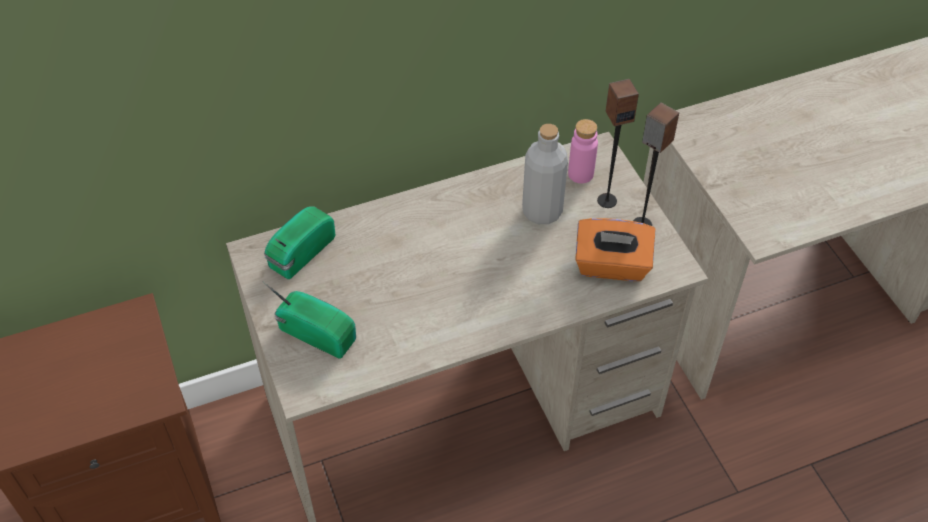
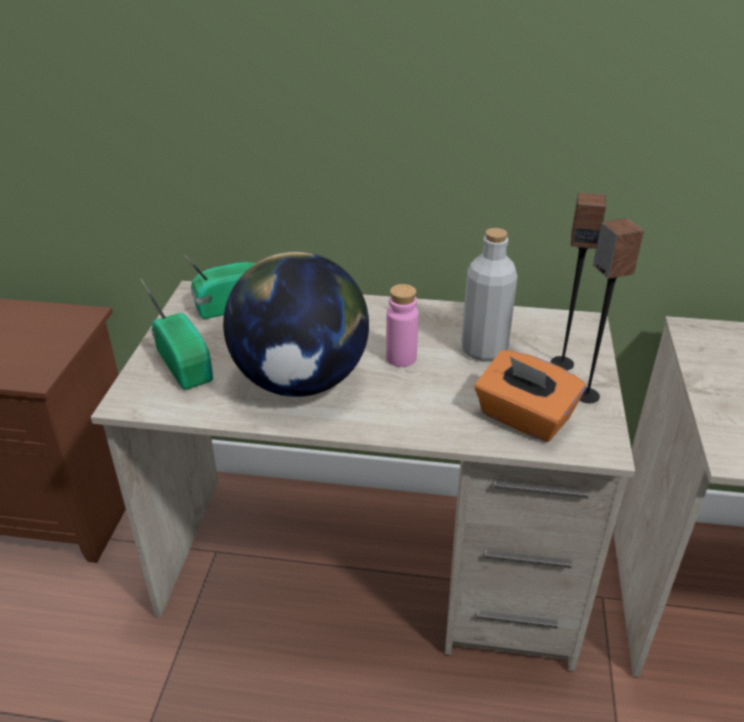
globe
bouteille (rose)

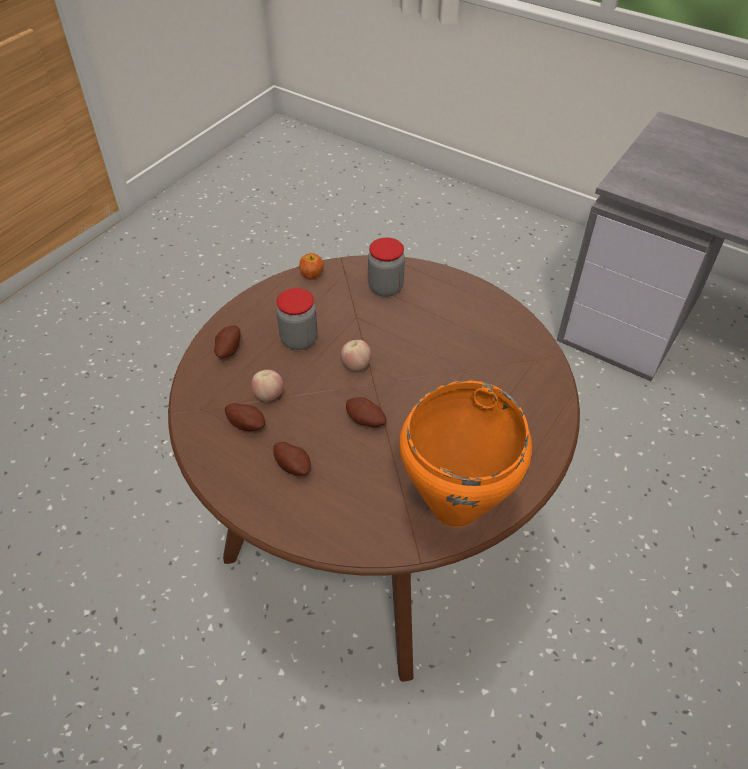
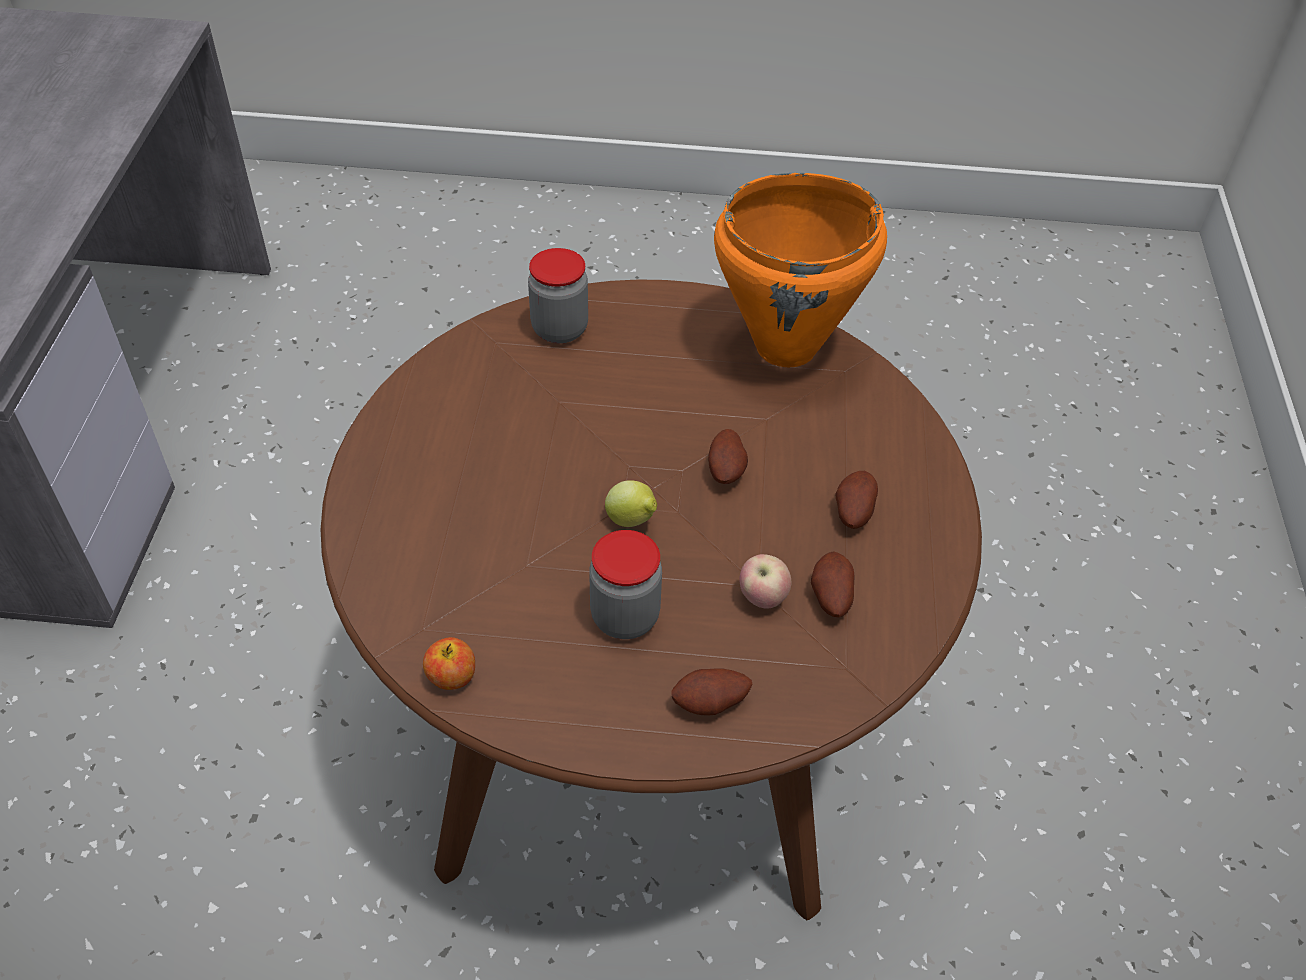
bocal (no. 1 from left)
citron

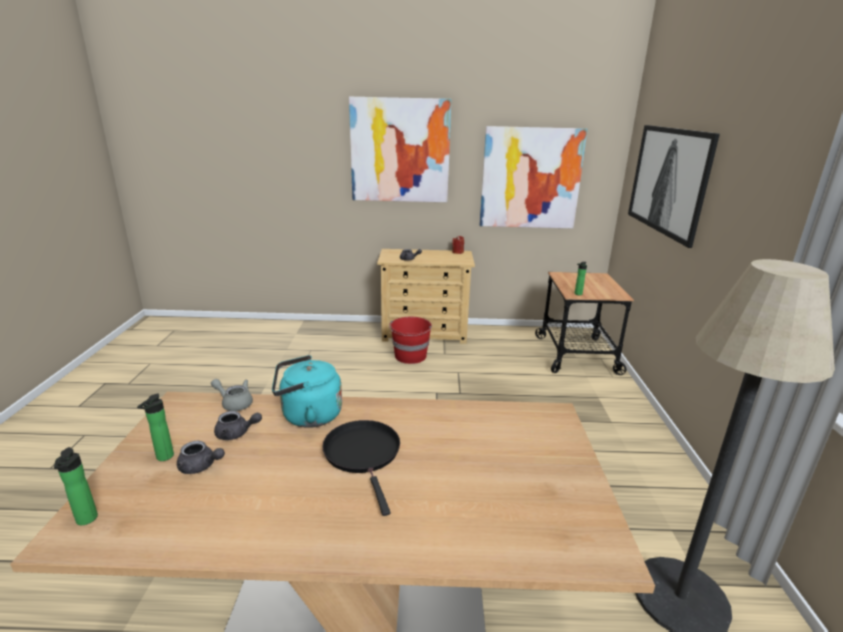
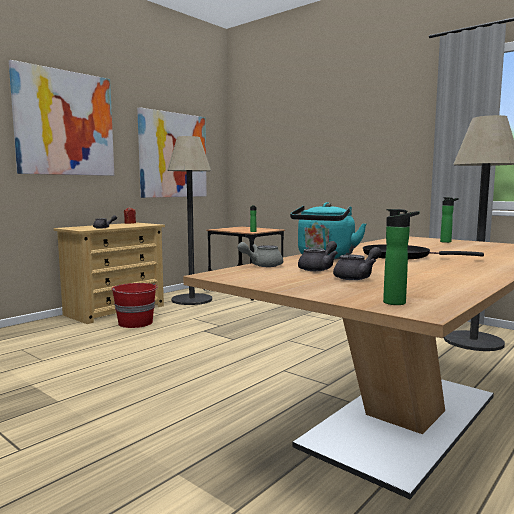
tableau (no. 3 from left in the first image)
lampadaire (no. 1 from left)
bouteille (no. 3 from left)

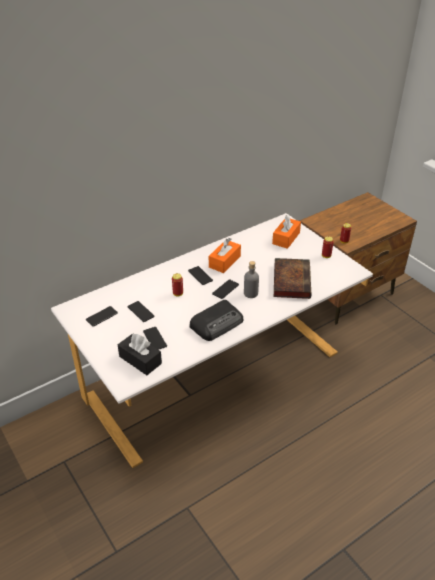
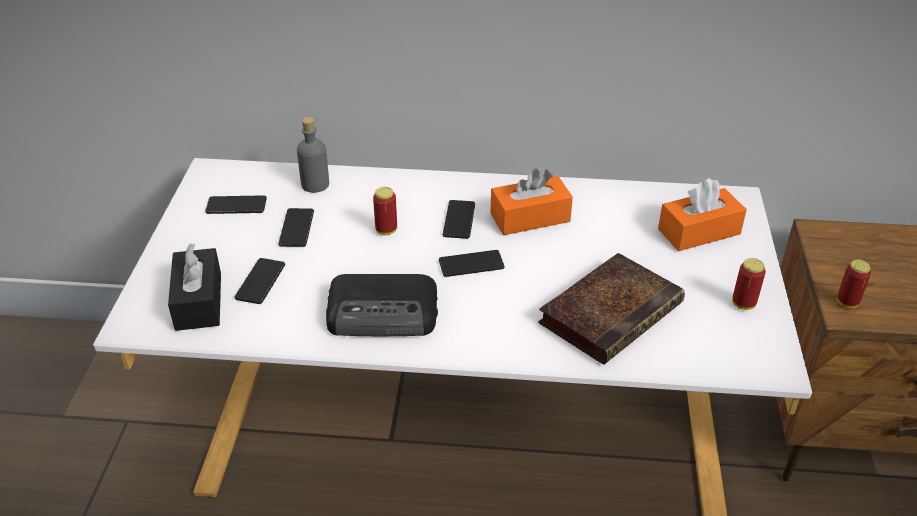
bouteille (gris)

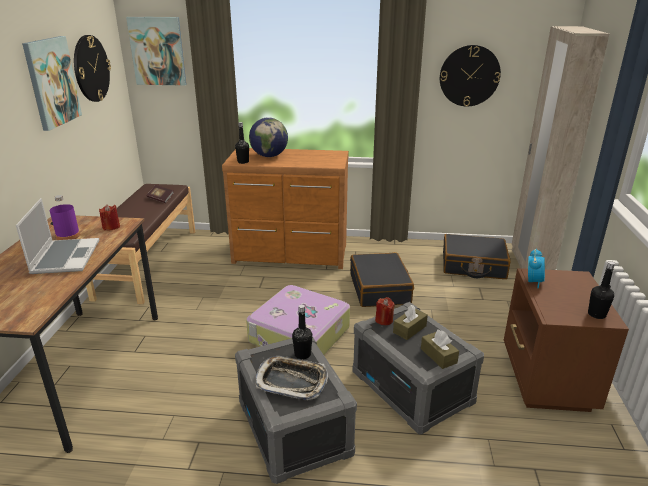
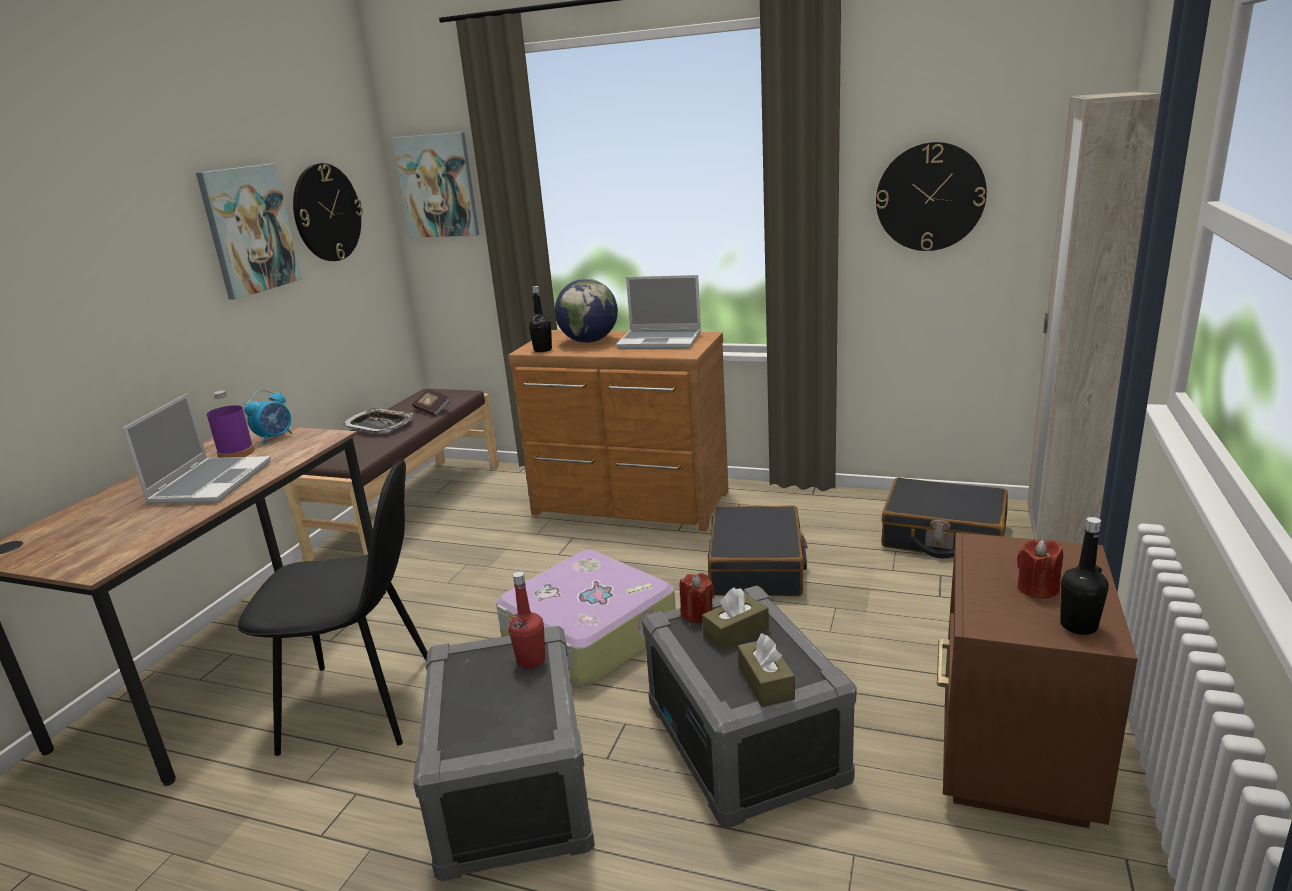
chaise (noir)
ordinateur portable (no. 2 from left)
bougie (rouge) (no. 2 from left)
plateau
réveil
bouteille (rouge)

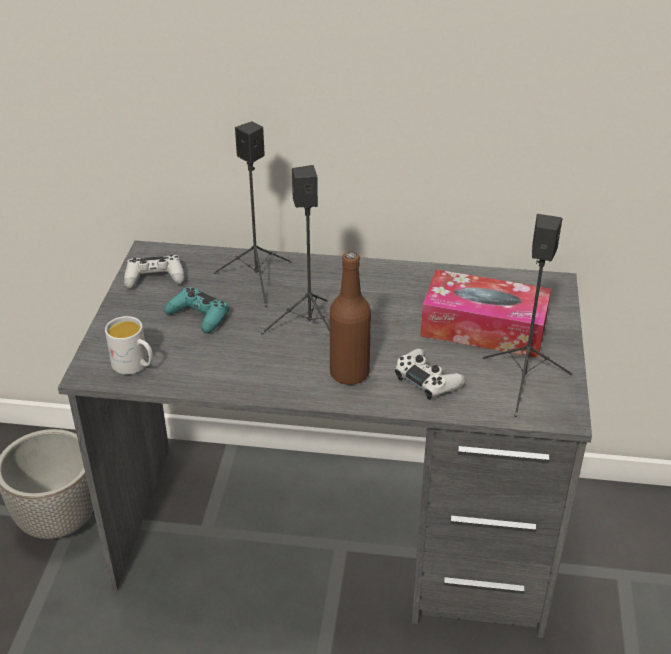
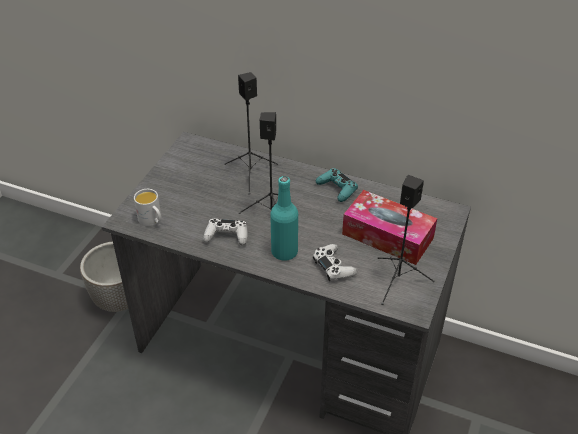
manette (blanc) (no. 1 from left)
manette (turquoise)
bouteille (turquoise)

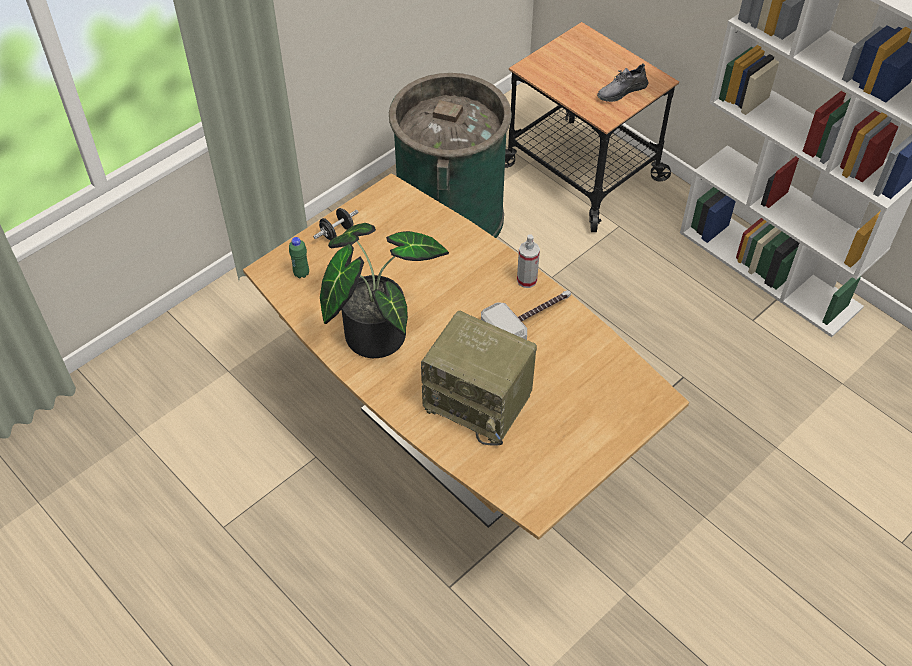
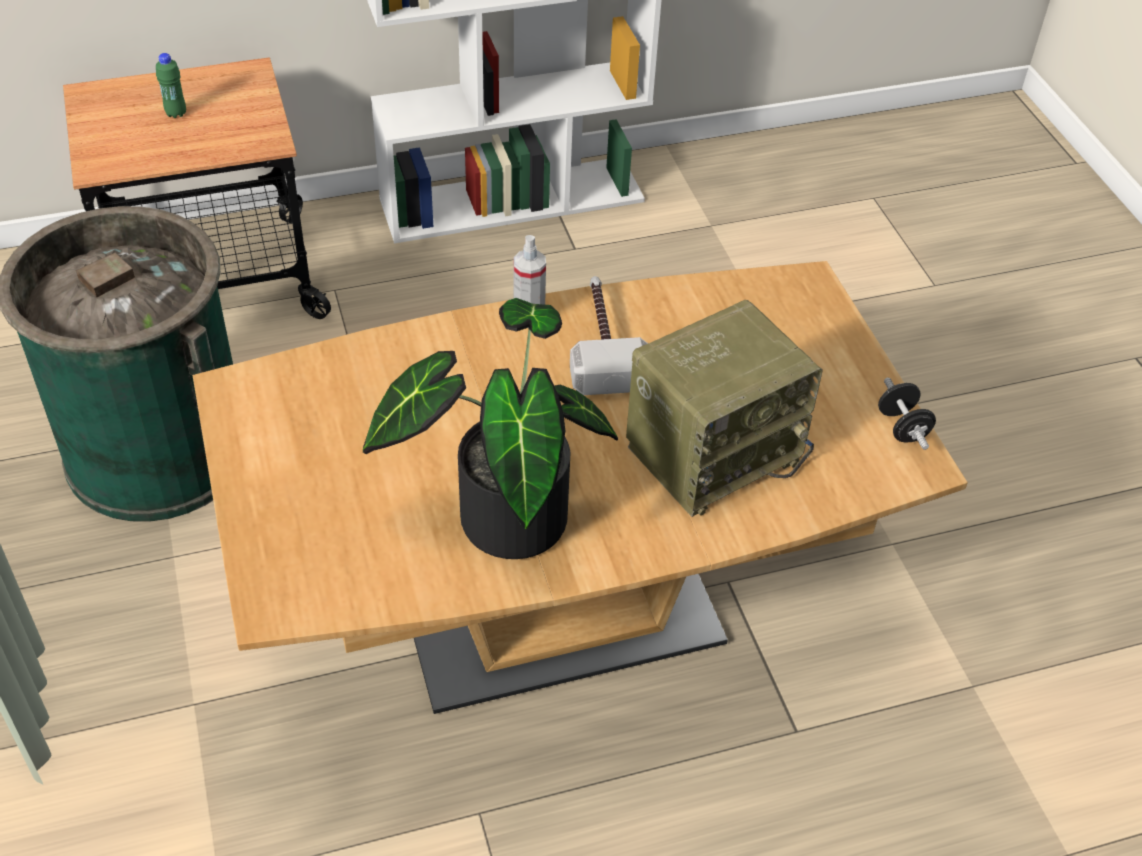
chaussure (gris)
bouteille (vert)
haltère (noir)

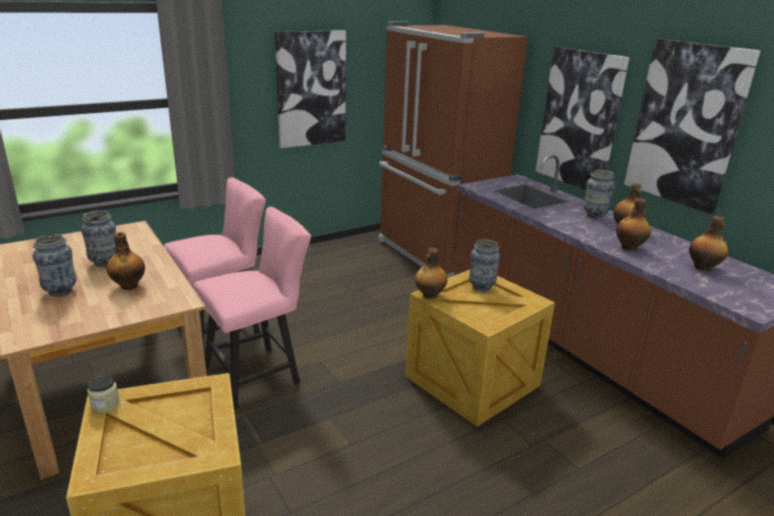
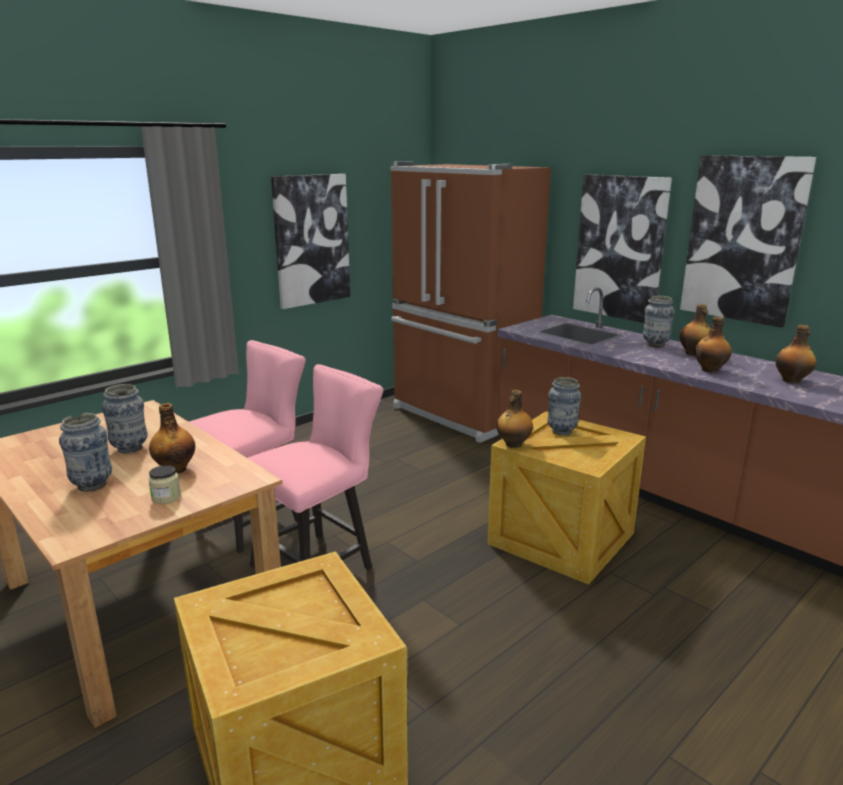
bocal

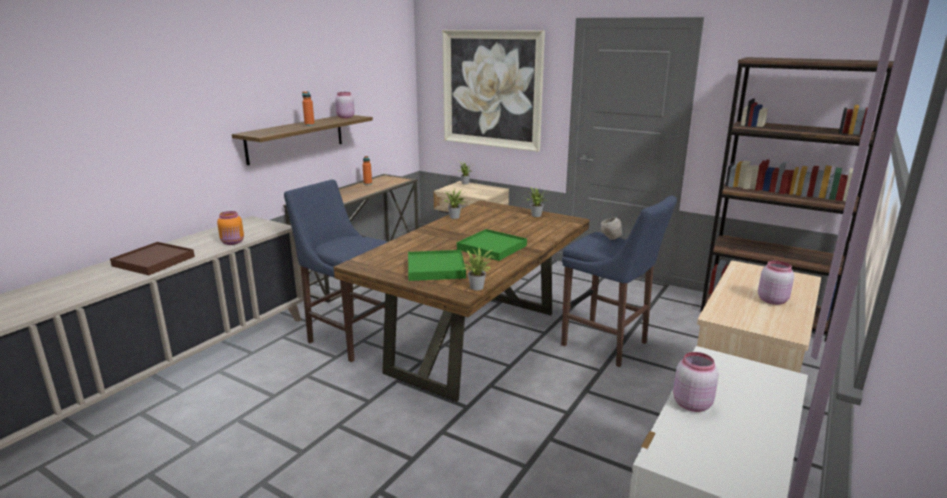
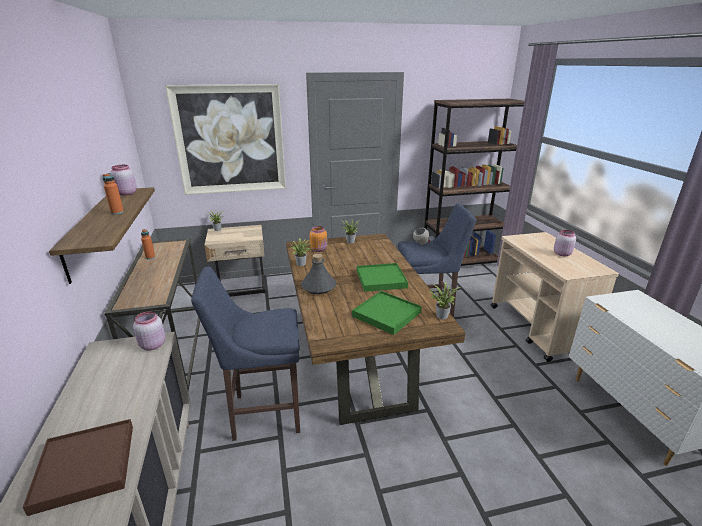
bouteille (gris)
bocal (orange)
bocal (rose) (no. 2 from left)

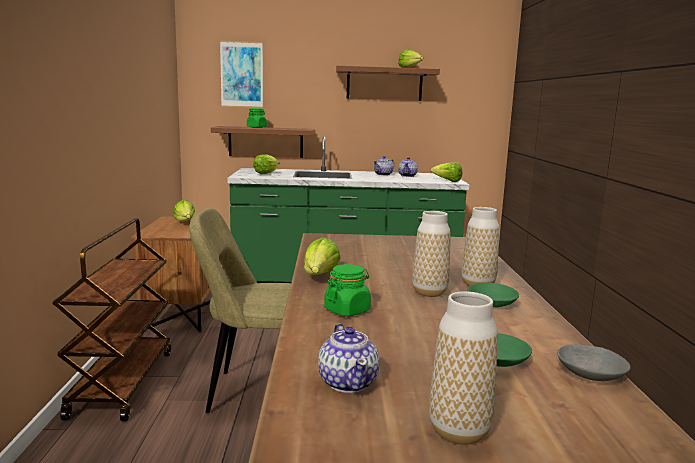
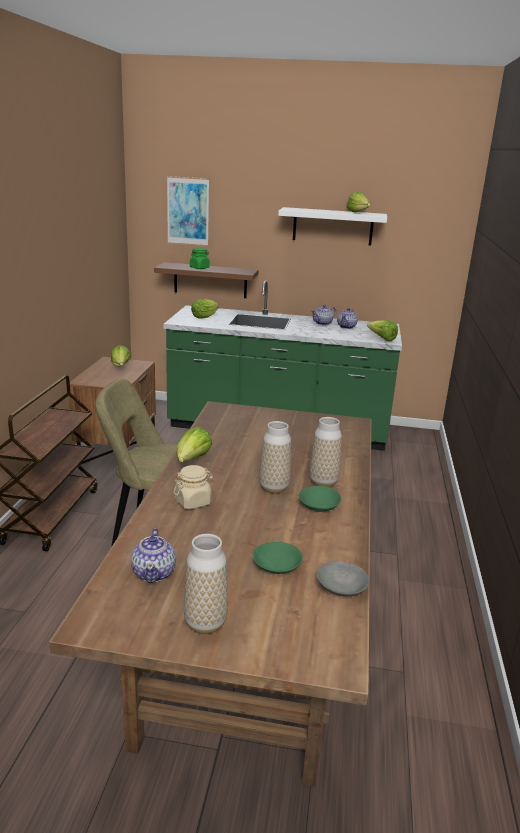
bocal (beige)
étagère (blanc)

